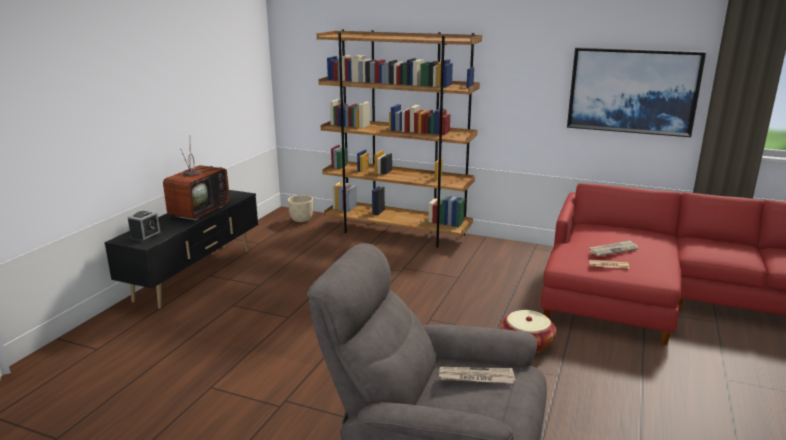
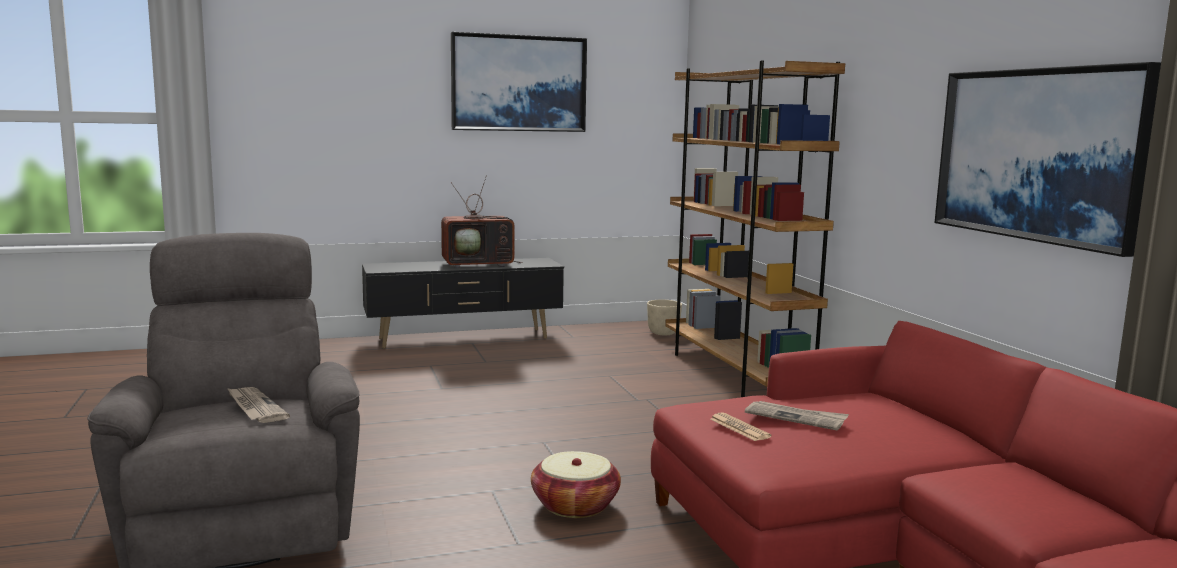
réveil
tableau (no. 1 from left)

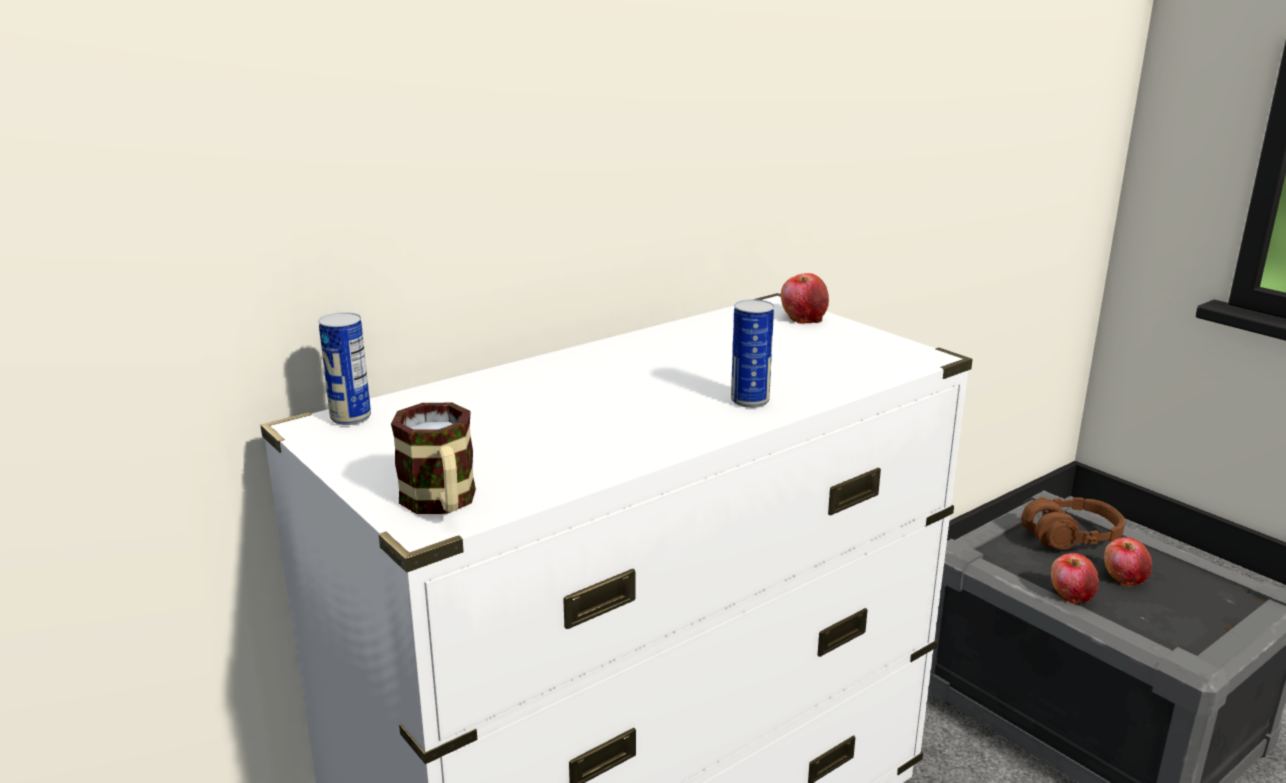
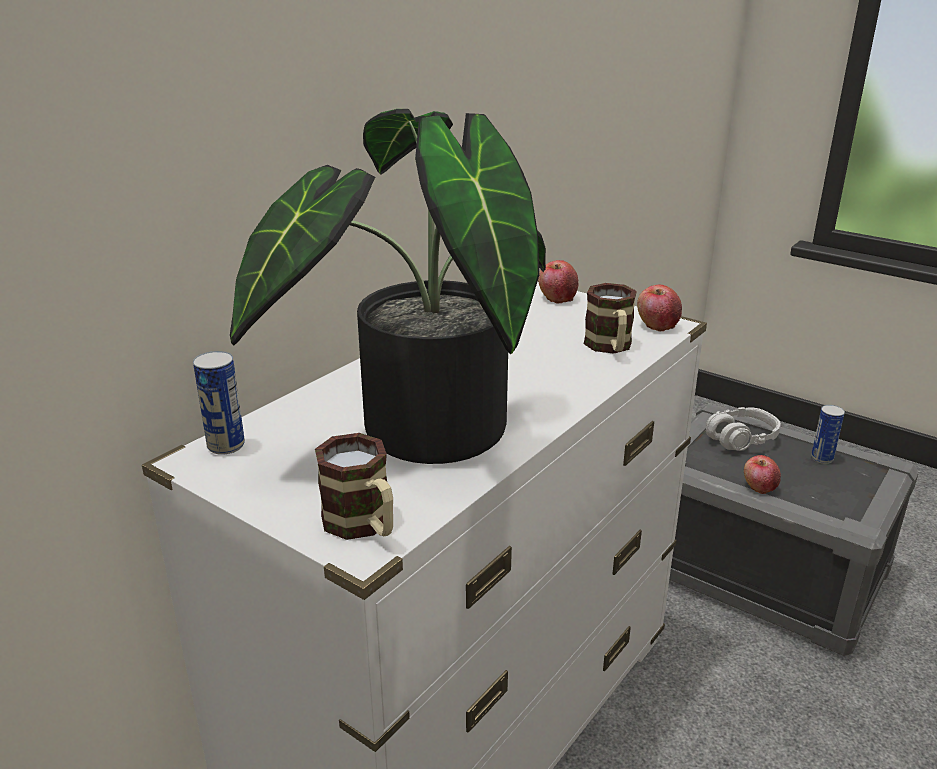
plante en pot
mug (no. 2 from left)
boîte métallique (no. 2 from left)
pomme (no. 2 from left)
casque audio (gris)

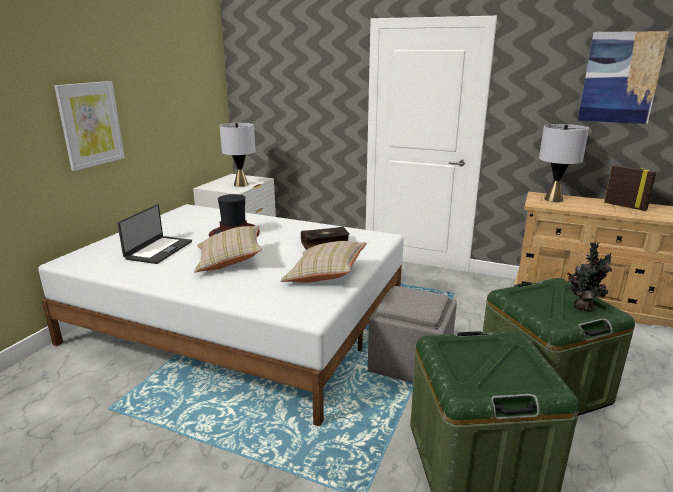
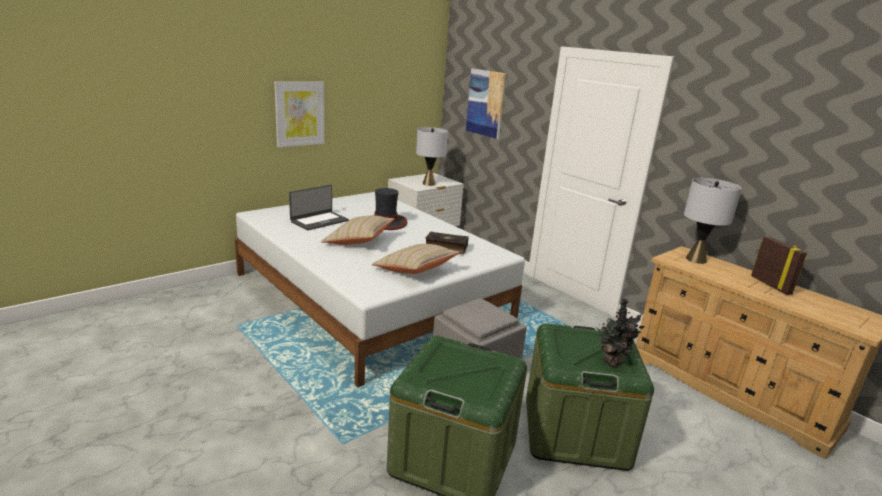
tableau (no. 2 from left)

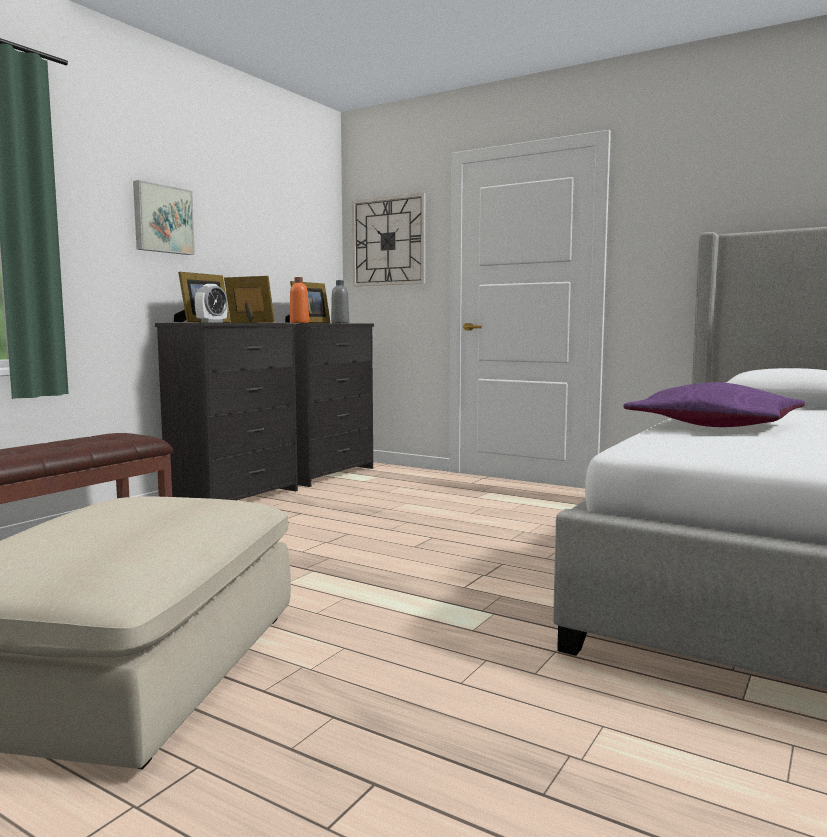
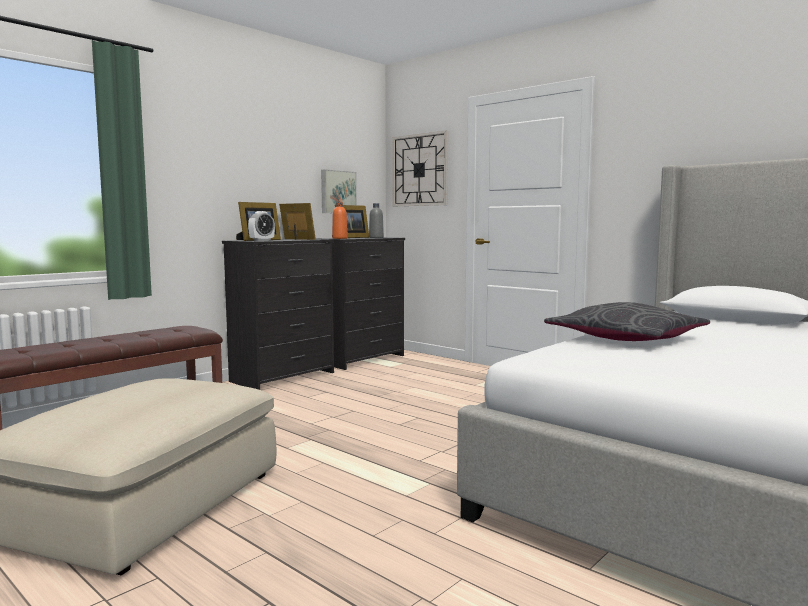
tableau
coussin (gris)

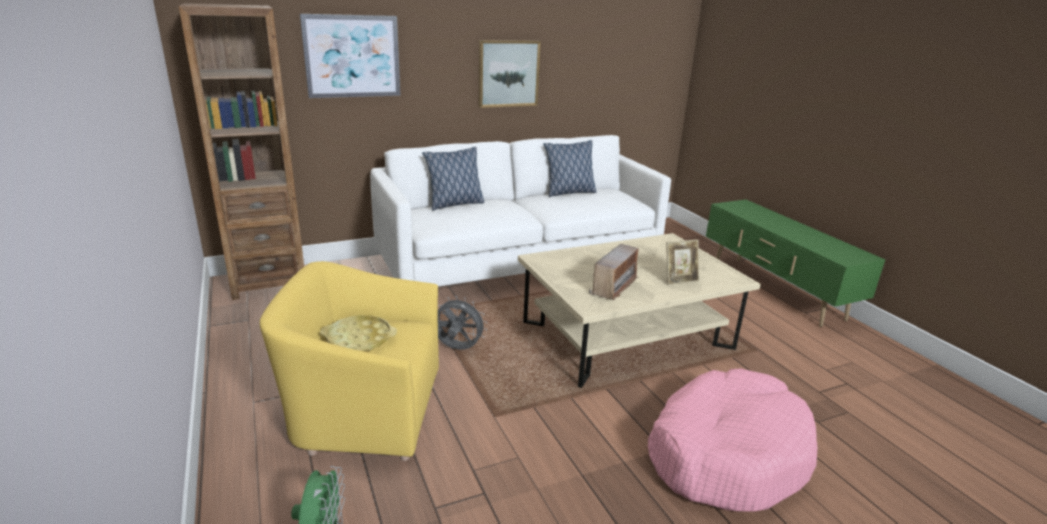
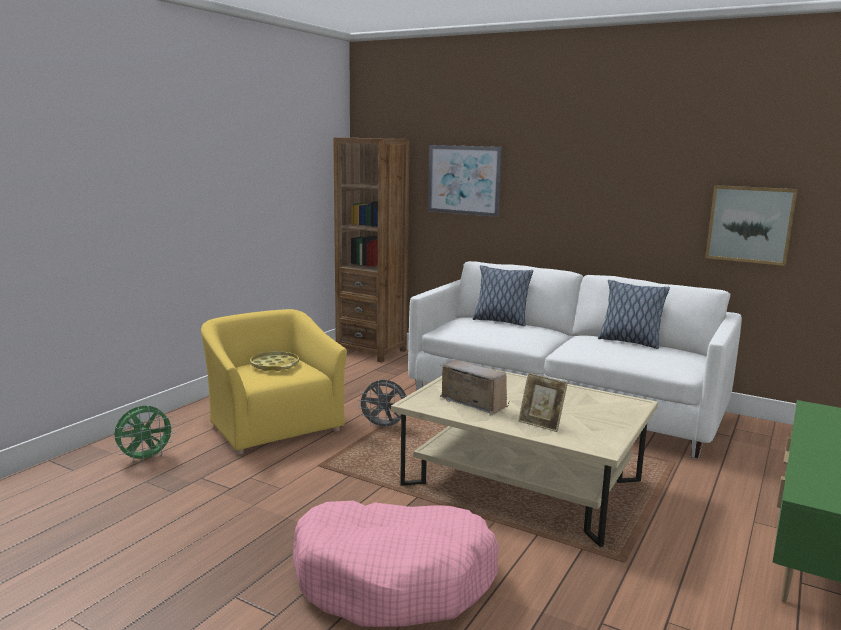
tableau (no. 2 from left)
ventilateur (gris)
radio

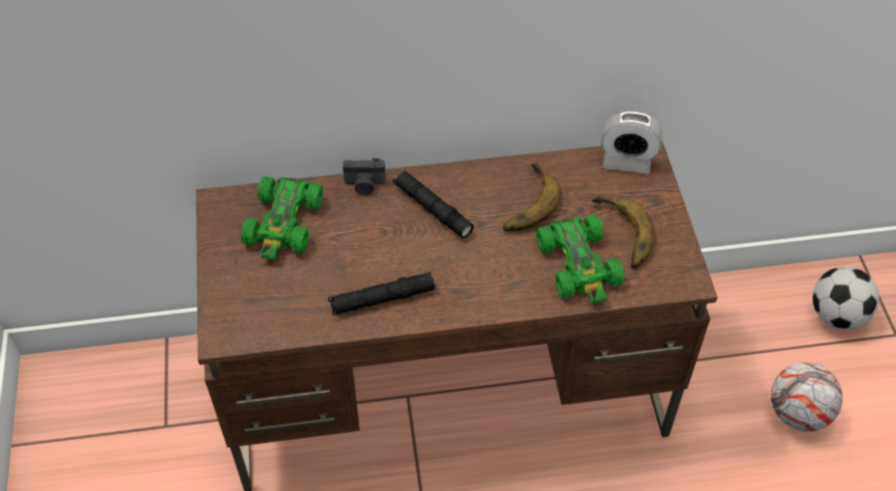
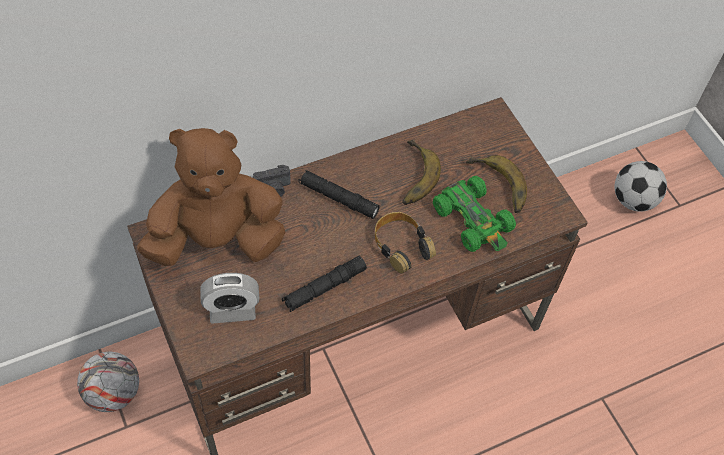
casque audio
réveil
ballon de foot (no. 1 from left)
peluche (marron)

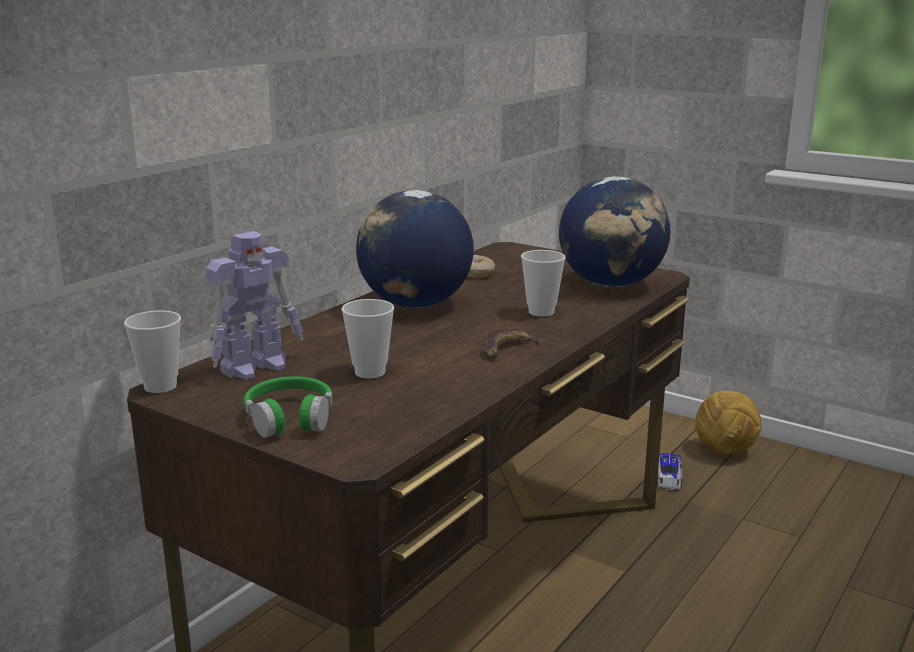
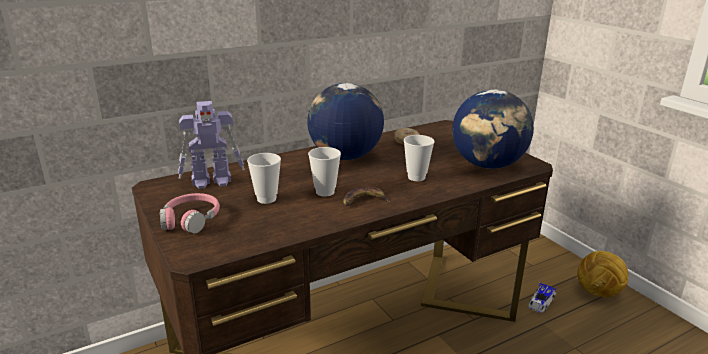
tasse (no. 2 from left)
casque audio (rose)

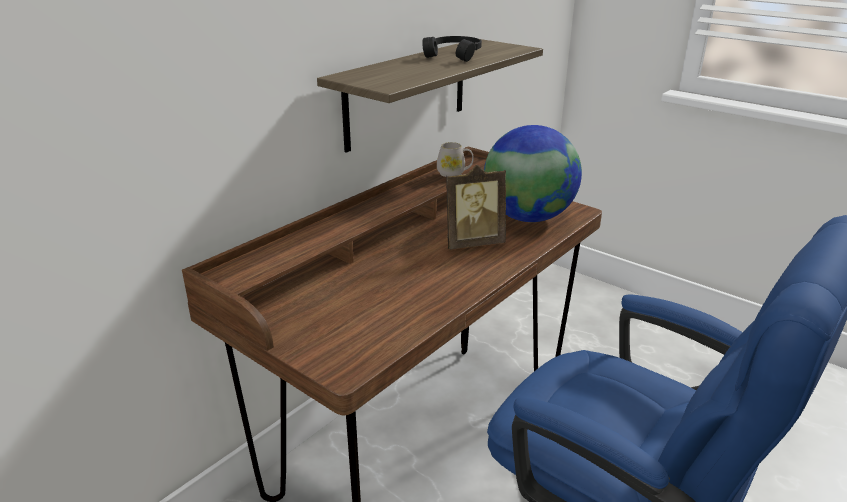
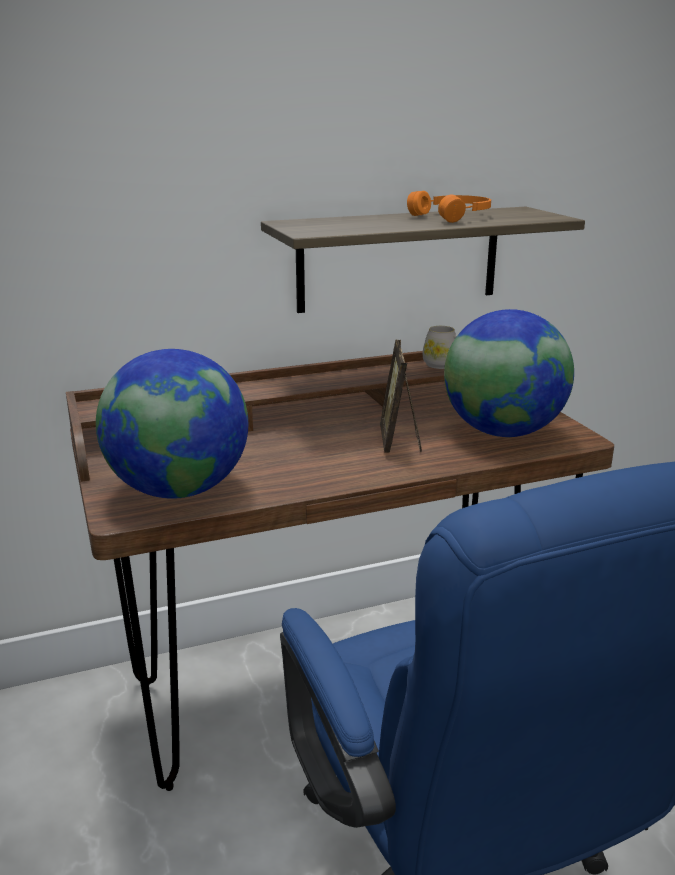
globe (no. 1 from left)
casque audio (orange)
cadre photo

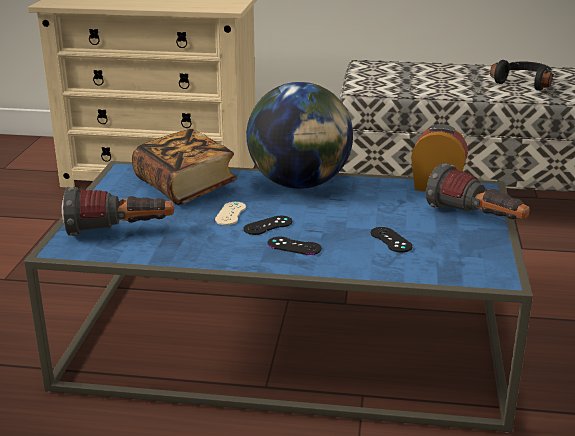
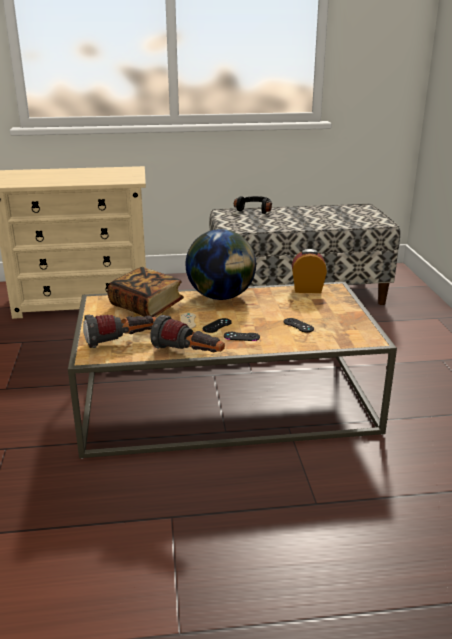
lampe de poche (no. 2 from left)
casque audio (noir)
table basse (marron)

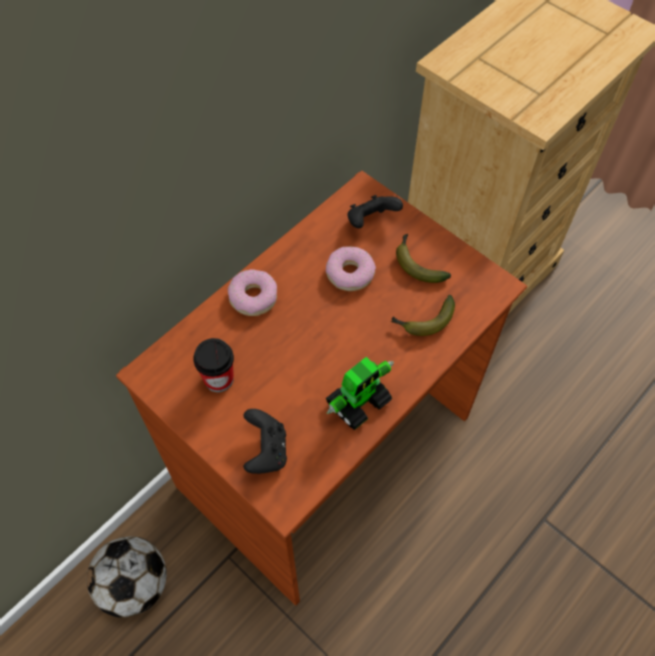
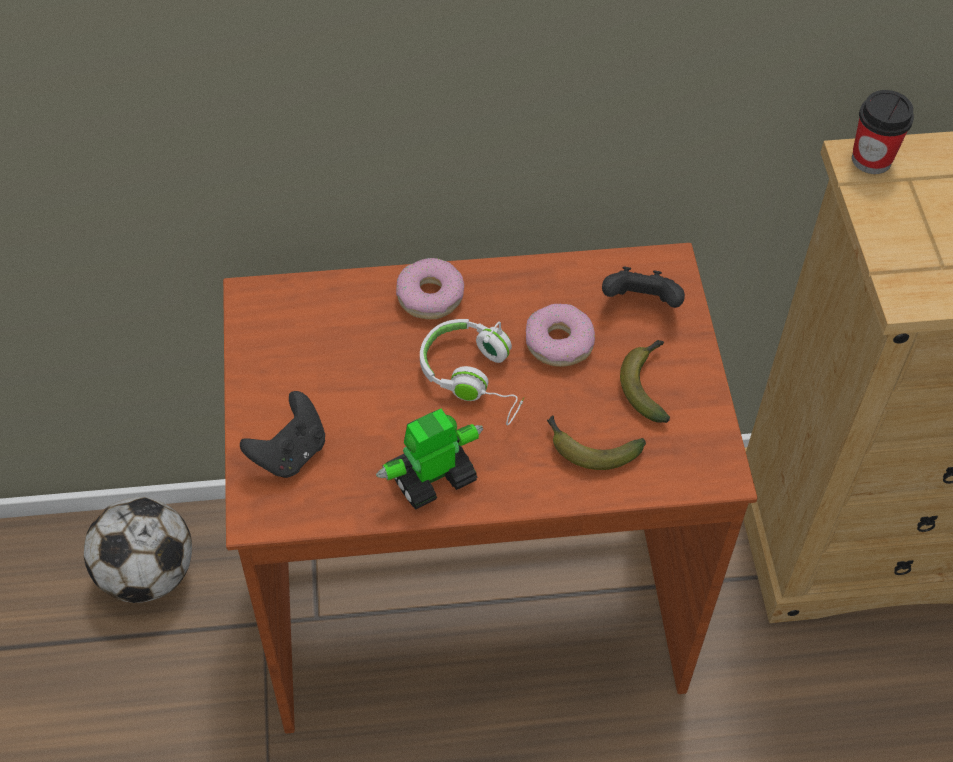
casque audio (blanc)
tasse
robot jouet

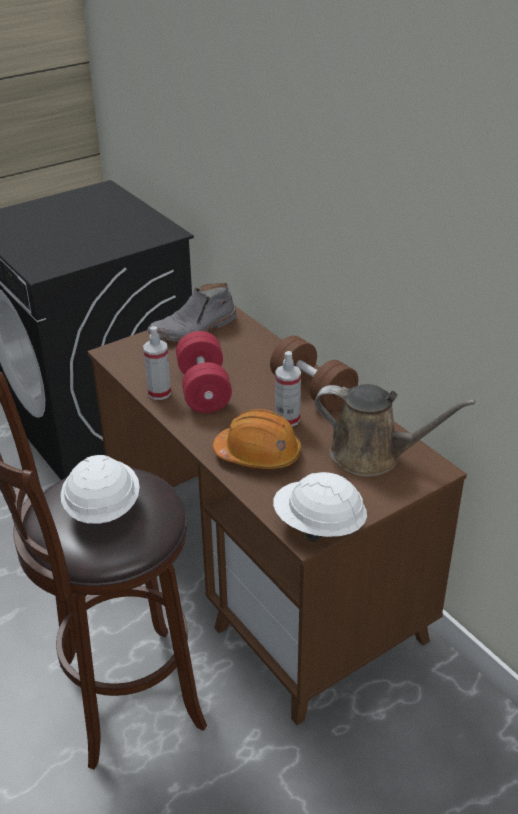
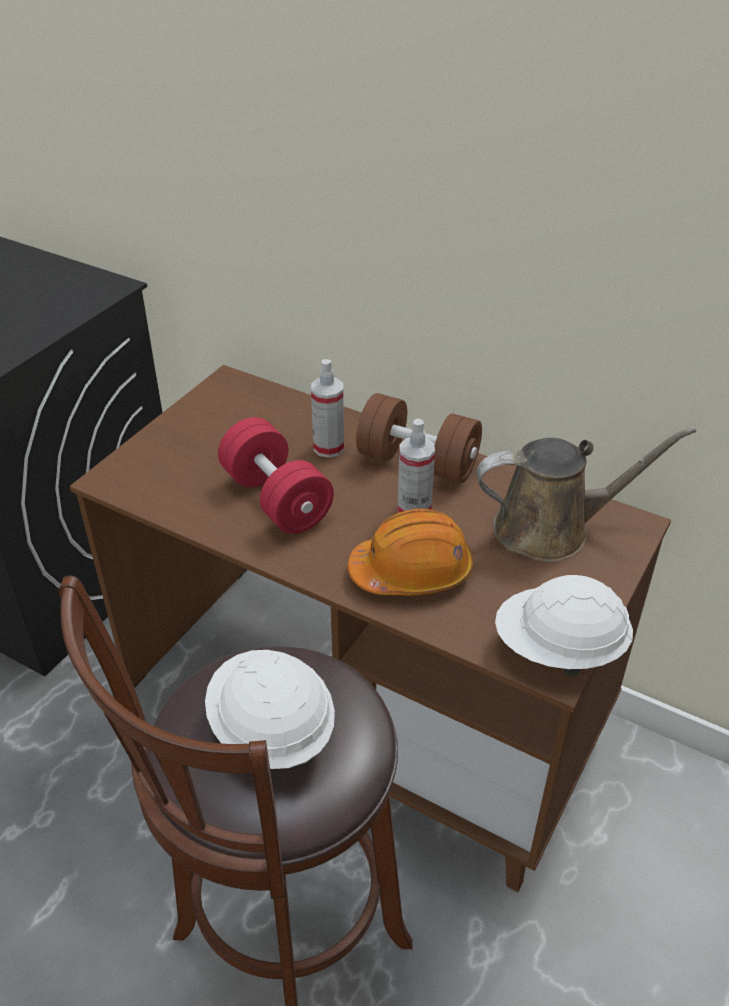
botte (gris)
vaporisateur (no. 1 from left)

